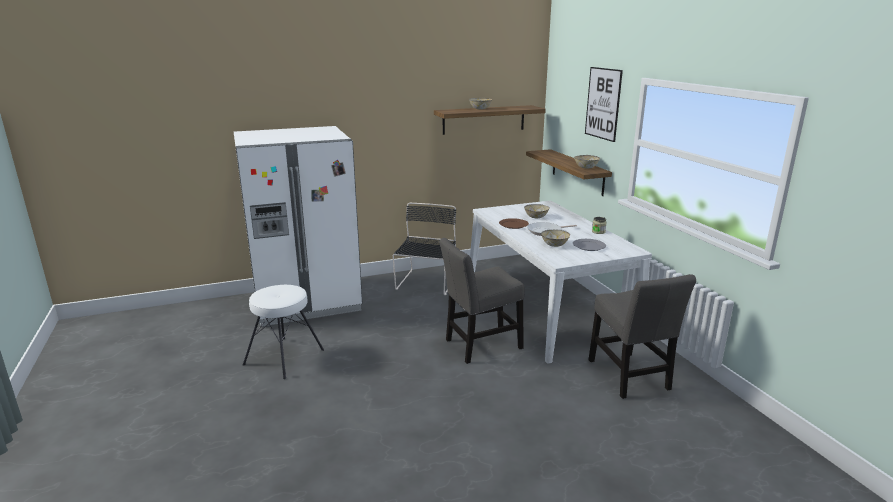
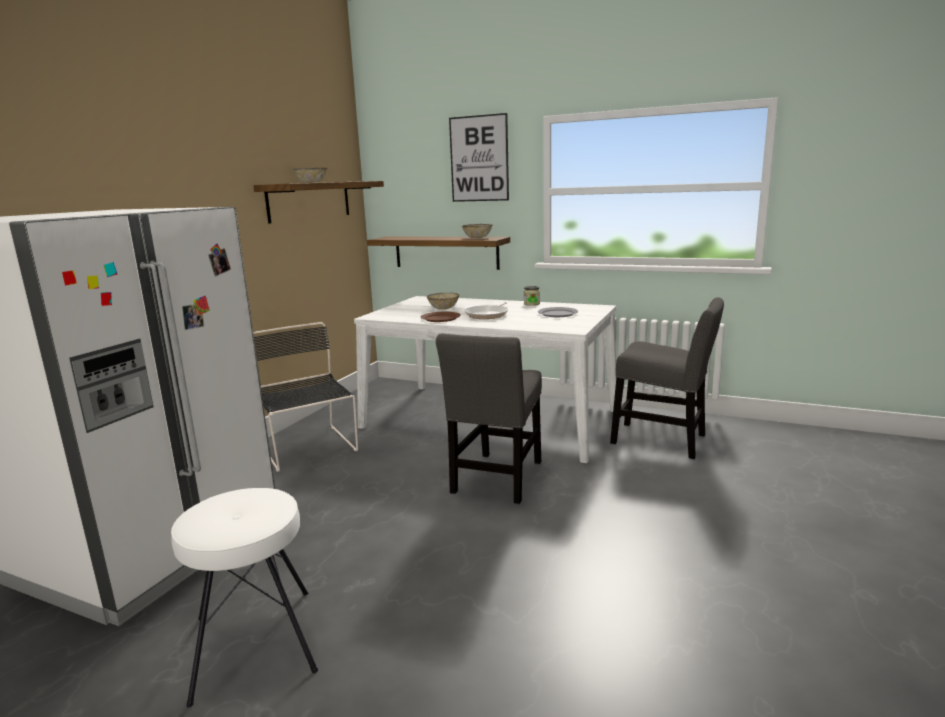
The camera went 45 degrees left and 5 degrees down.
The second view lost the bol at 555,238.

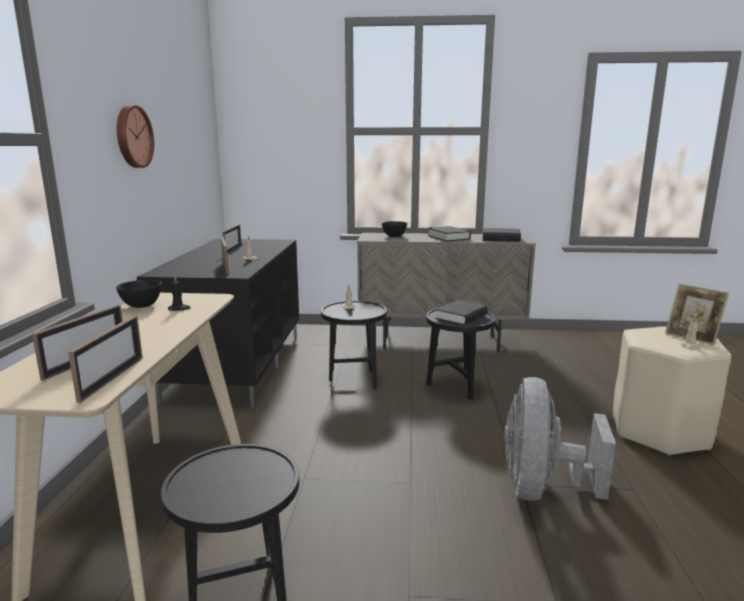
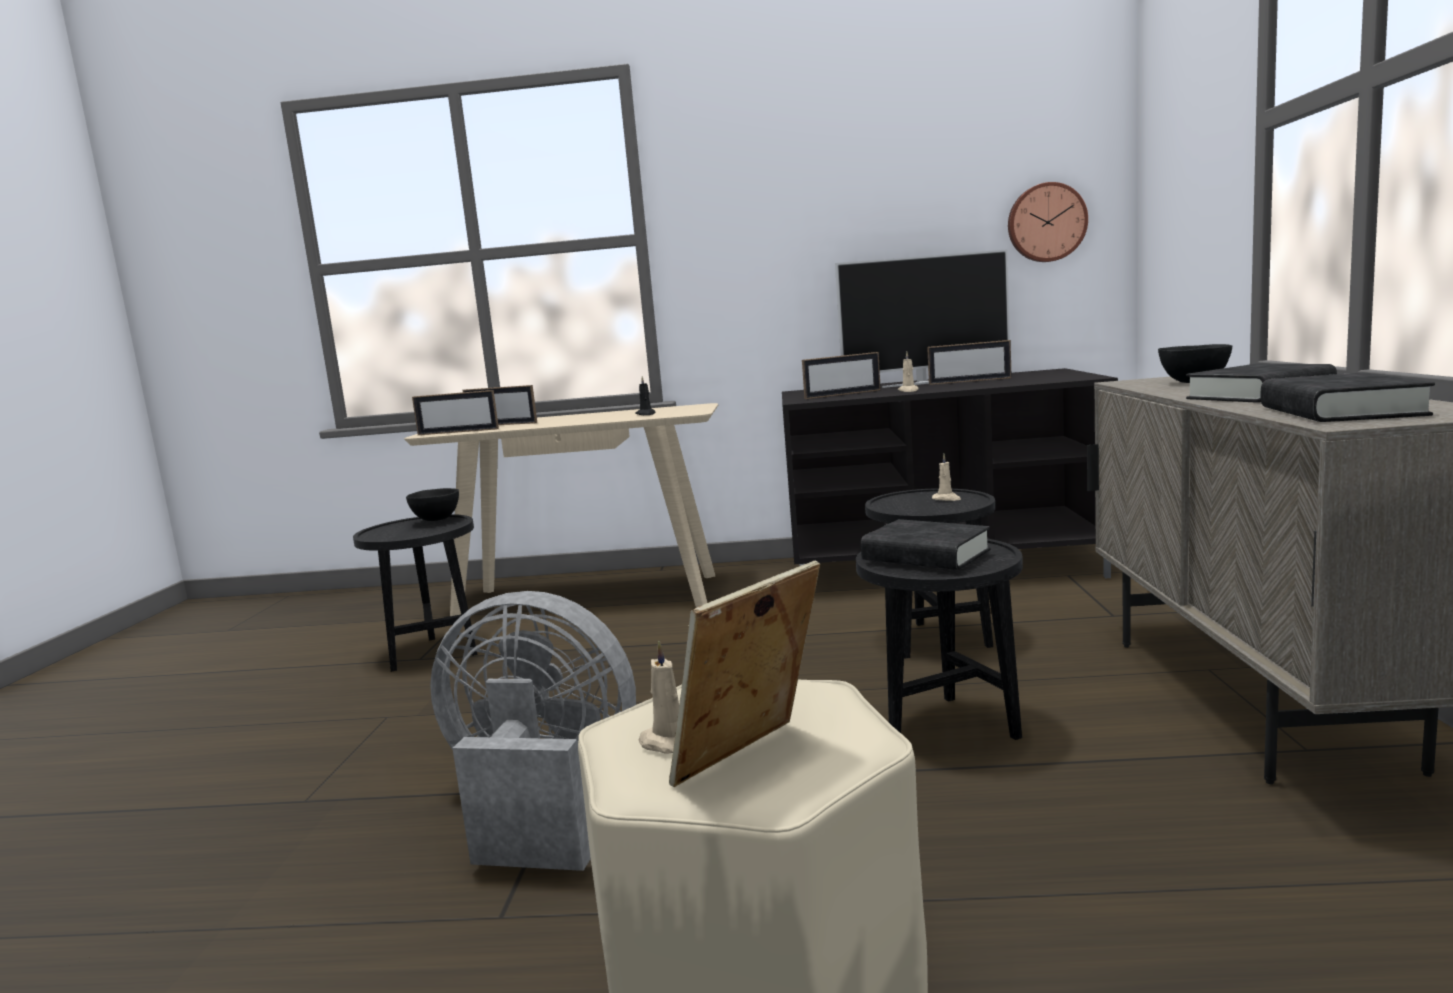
The camera went 90 degrees right and 5 degrees down.
The second view gained the téléviseur at 922,318.
The bol/noir ended up elsewhere, having gone from 139,294 to 432,504.
The horloge murale ended up elsewhere, having gone from 135,136 to 1048,222.

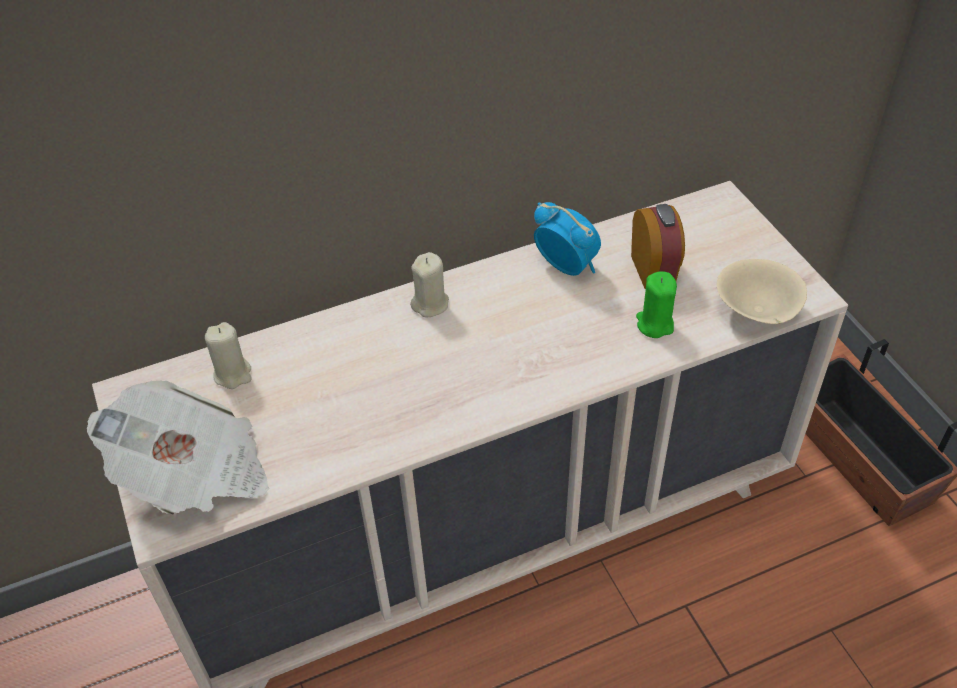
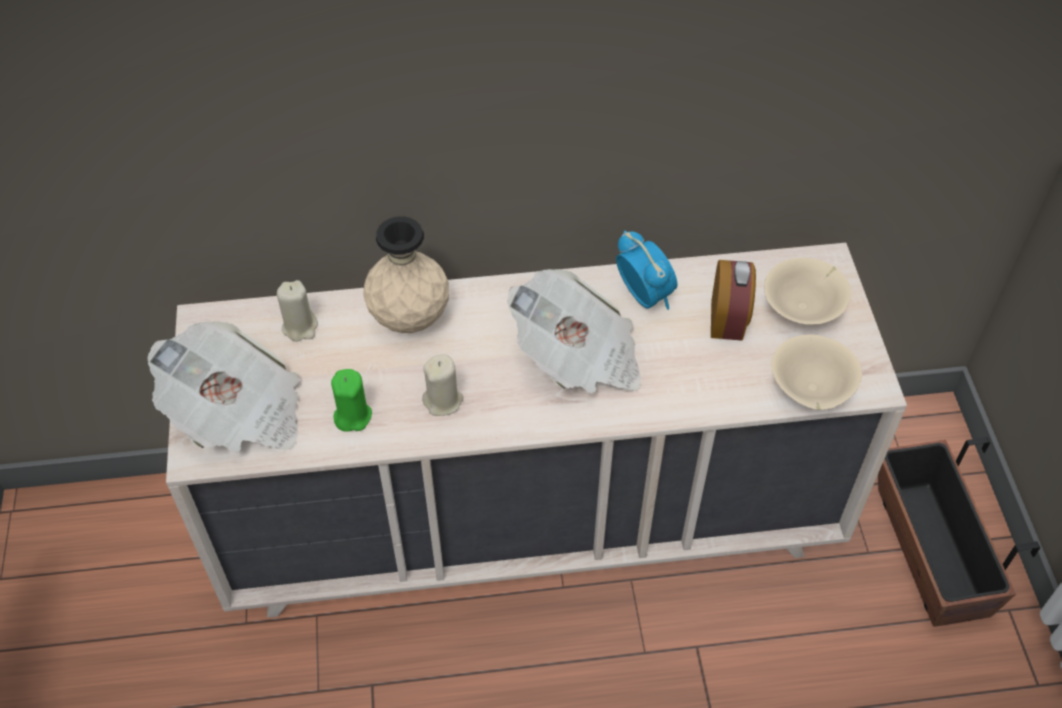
The camera went 15 degrees right and 5 degrees up.
The second view gained the vase/beige at 406,274.
The second view gained the journal at 574,331.
The second view gained the bol/beige at 807,291.
The bougie/beige ended up elsewhere, having gone from 429,285 to 443,385.
The bougie/vert ended up elsewhere, having gone from 656,304 to 351,400.

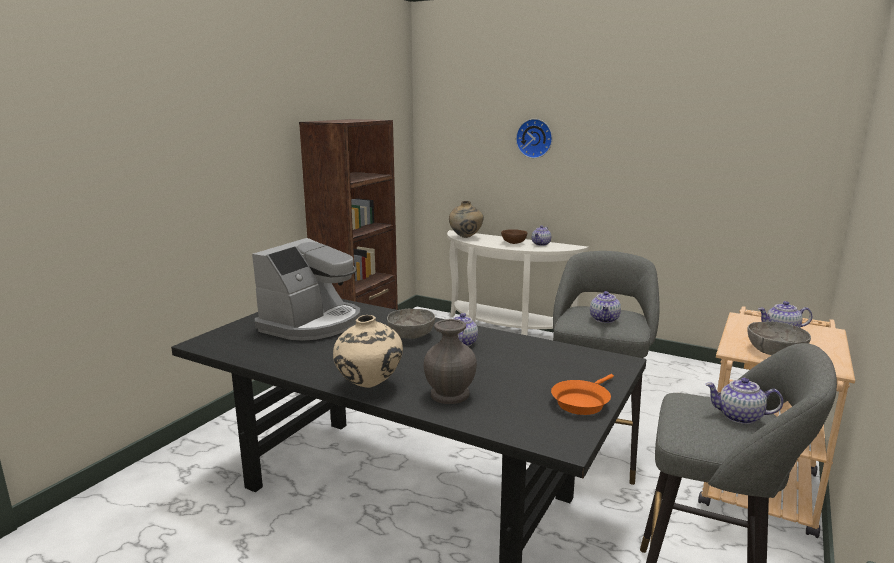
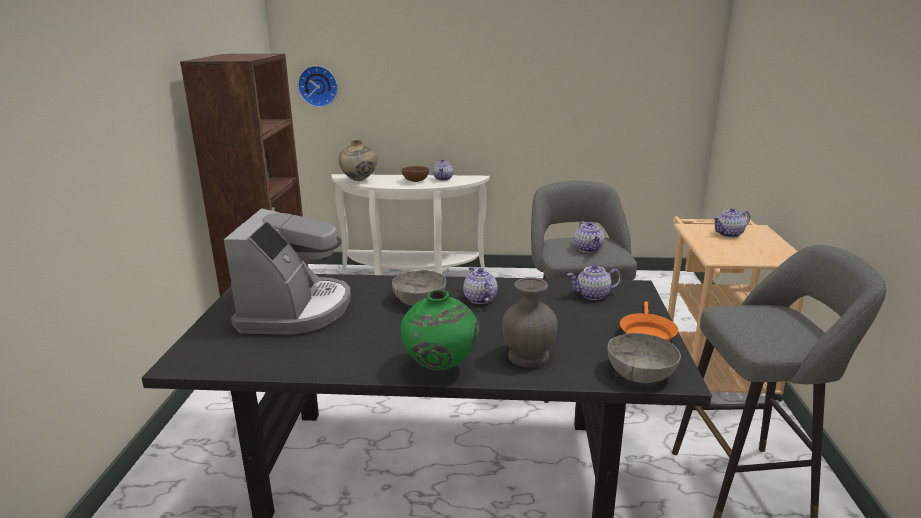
The camera went 25 degrees left and 5 degrees up.
The horloge murale ended up elsewhere, having gone from 534,138 to 318,86.
The théière ended up elsewhere, having gone from 744,401 to 594,282.
The bol/gris ended up elsewhere, having gone from 779,338 to 644,358.
What was the vase/beige at 368,351 turned into the vase/vert at 440,330.

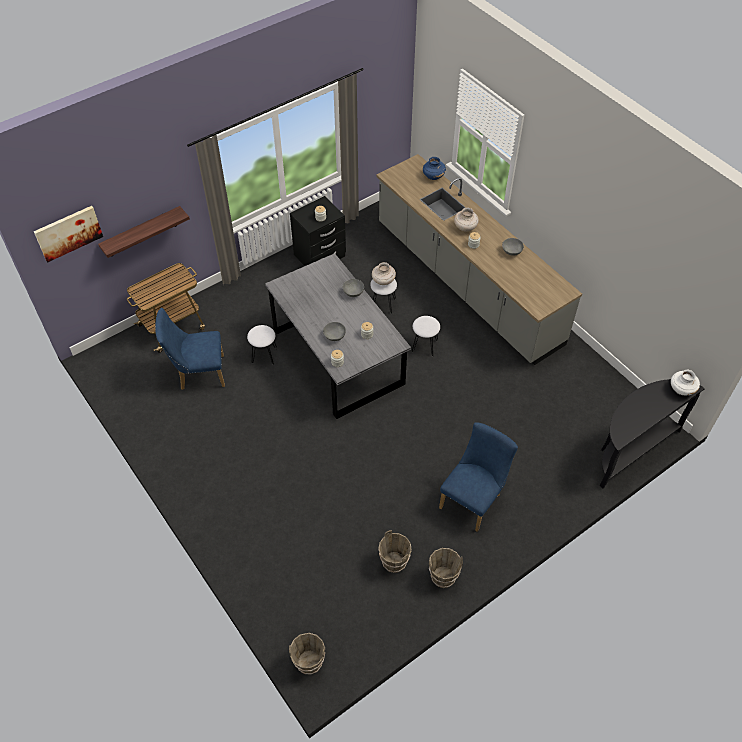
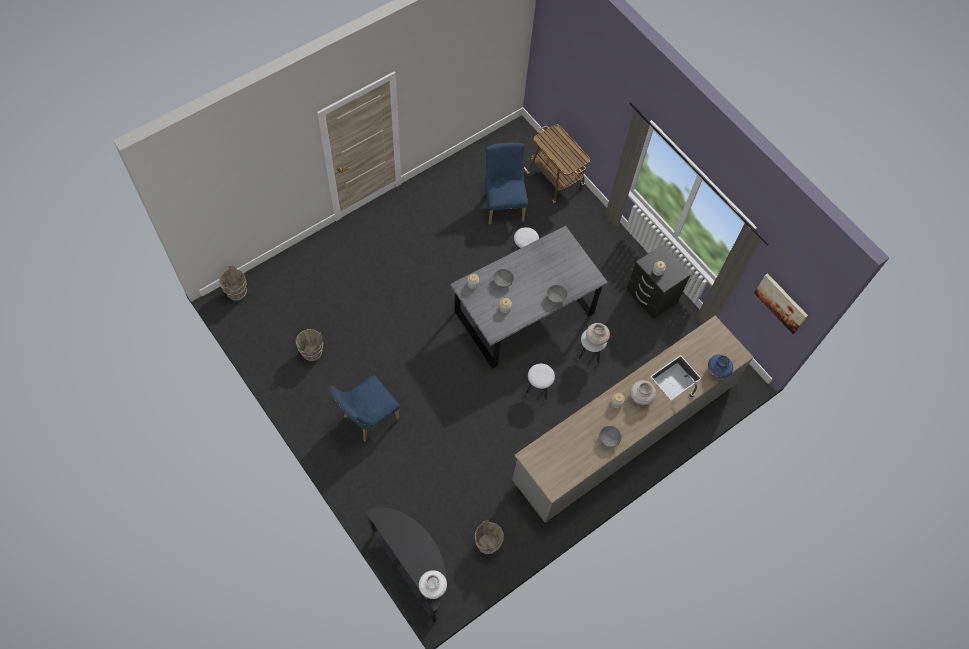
The camera went 85 degrees right and 10 degrees up.
The second view lost the étagère at 144,232.
The tableau ended up elsewhere, having gone from 68,234 to 781,303.
The seau/marron ended up elsewhere, having gone from 446,568 to 489,537.
The chaise/bleu at 478,477 ended up facing another way, 105 degrees clockwise from before.

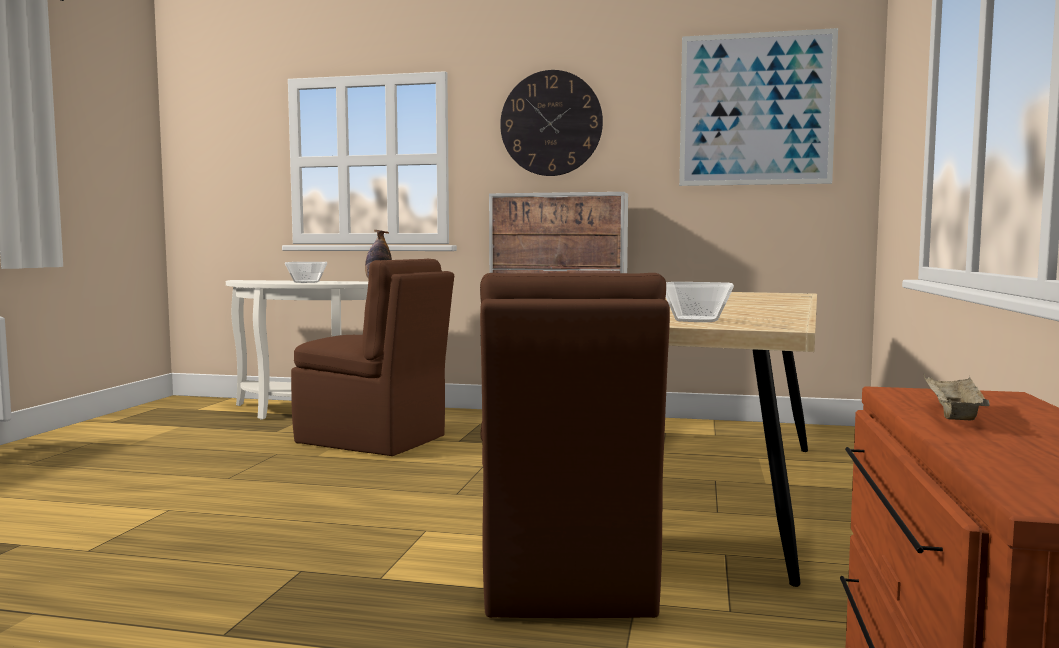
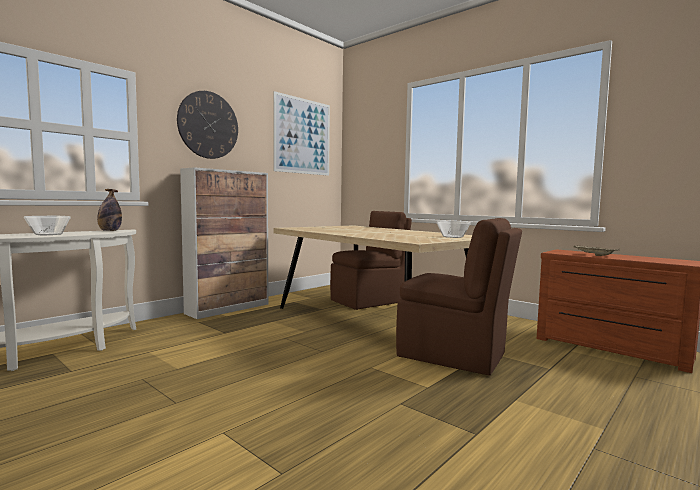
The camera went 60 degrees left and 0 degrees up.
The chaise/marron ended up elsewhere, having gone from 372,357 to 371,260.

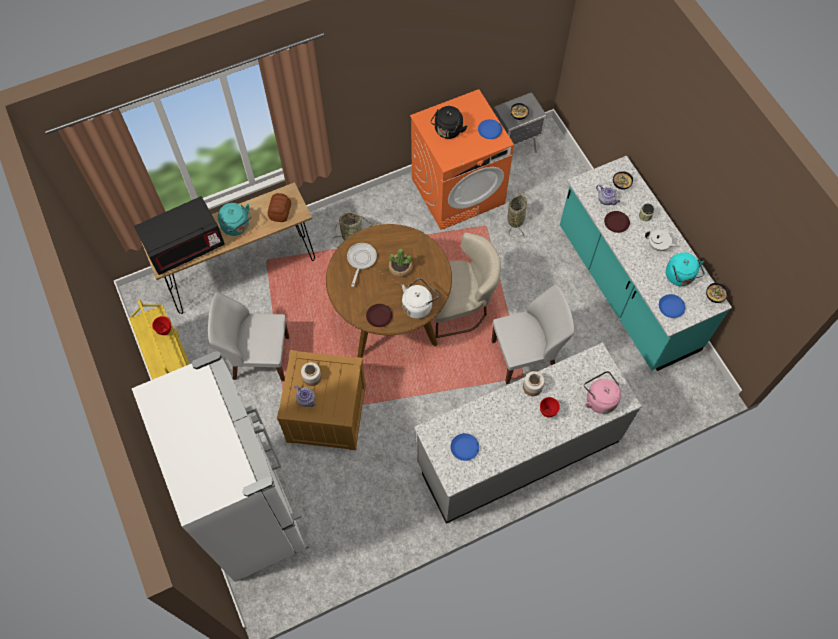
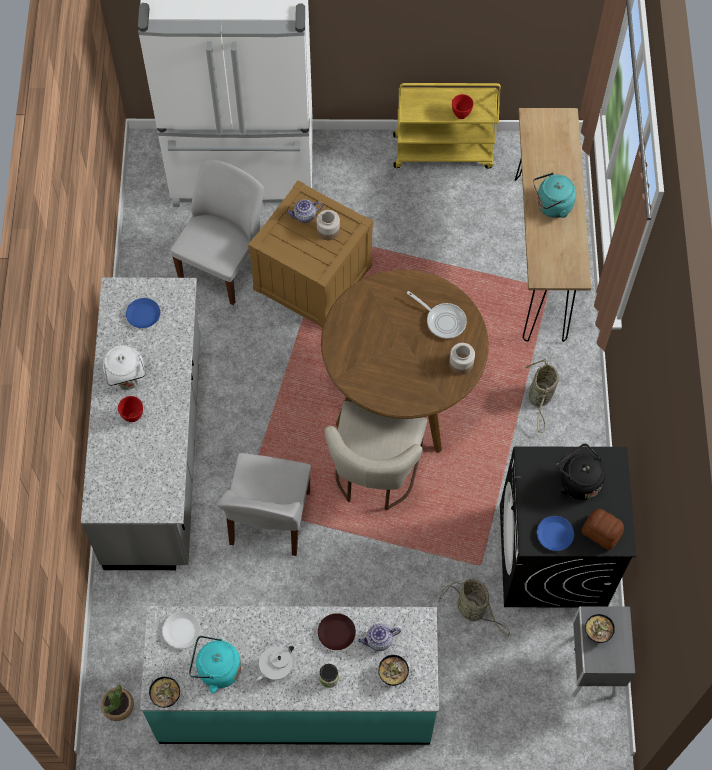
The camera went 115 degrees right and 0 degrees up.
The second view lost the micro-ondes/noir at 179,235.
The second view lost the assiette/marron at 379,315.
The second view lost the bouilloire/rose at 602,392.
The chaise/blanc ended up elsewhere, having gone from 248,336 to 217,232.
The pain ended up elsewhere, having gone from 279,207 to 603,529.
The plante en pot ended up elsewhere, having gone from 401,262 to 117,703.
The bouilloire/blanc ended up elsewhere, having gone from 420,298 to 127,367.
The bocal ended up elsewhere, having gone from 533,383 to 462,359.
What was the lave-linge/orange at 462,159 turned into the lave-linge/noir at 568,527.
What was the assiette/bleu at 672,306 turned into the assiette/blanc at 181,630.

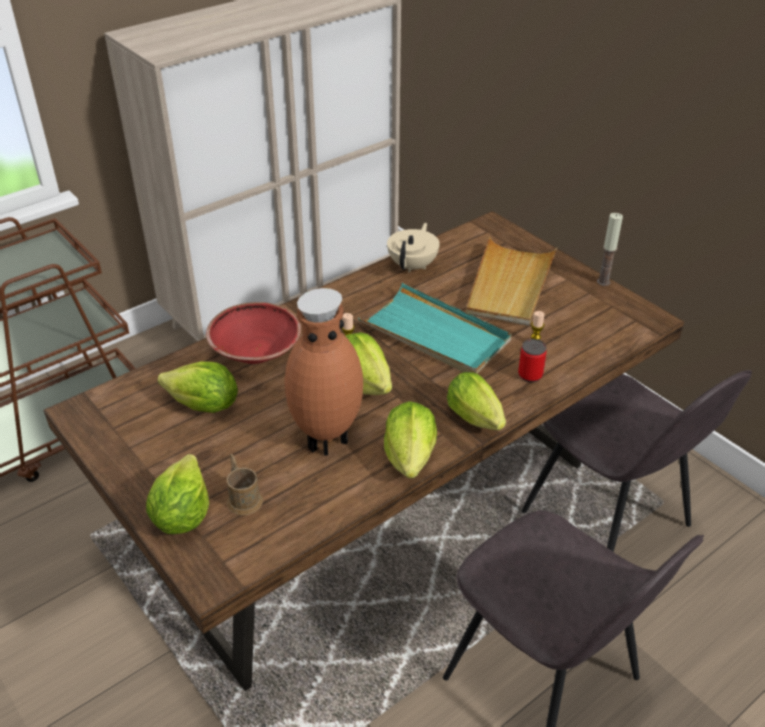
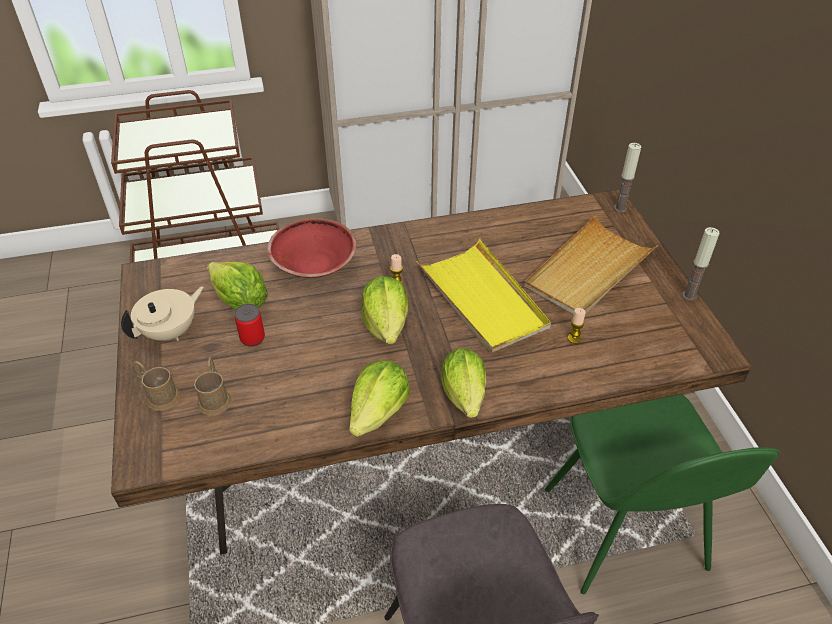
The camera went 25 degrees right and 5 degrees up.
The second view lost the vase/marron at 324,372.
The second view gained the bougie at 627,177.
The théière/beige ended up elsewhere, having gone from 413,248 to 162,313.
The boîte métallique ended up elsewhere, having gone from 532,360 to 250,325.
Where the laitue stood at 177,494, the mug/marron came to stand at 156,386.
What was the plateau/turquoise at 435,328 turned into the plateau/jaune at 483,296.
What was the chaise/gris at 636,461 turned into the chaise/vert at 662,494.

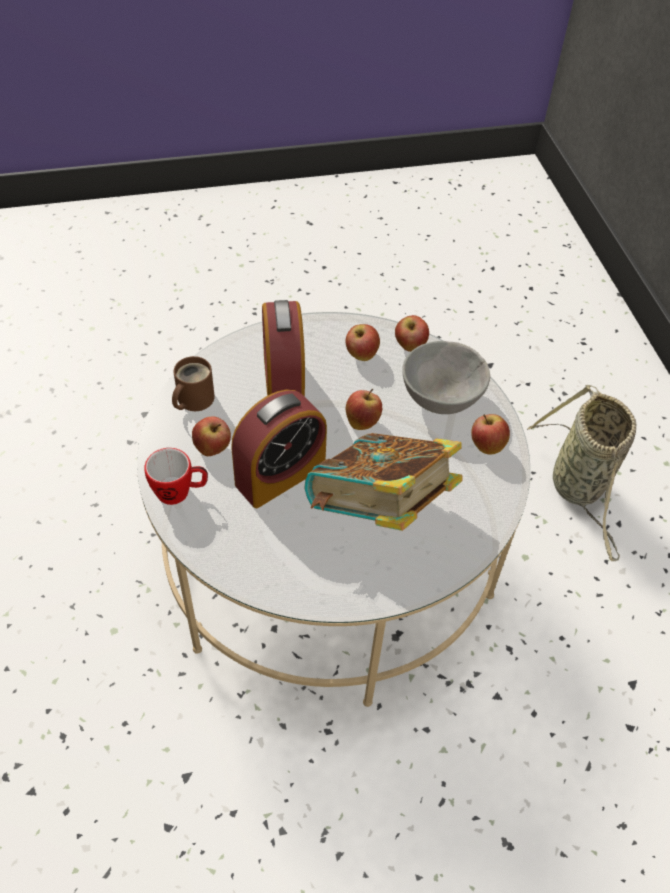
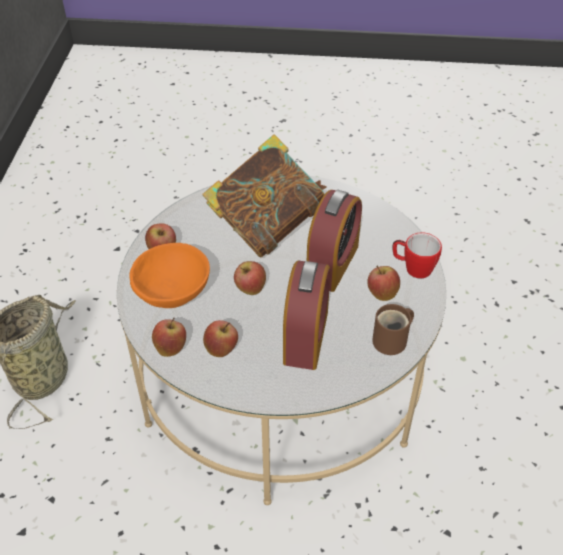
The camera went 160 degrees left and 5 degrees down.
What was the bol/gris at 446,377 turned into the bol/orange at 169,275.
The réveil at 279,449 ended up facing another way, 135 degrees clockwise from before.

